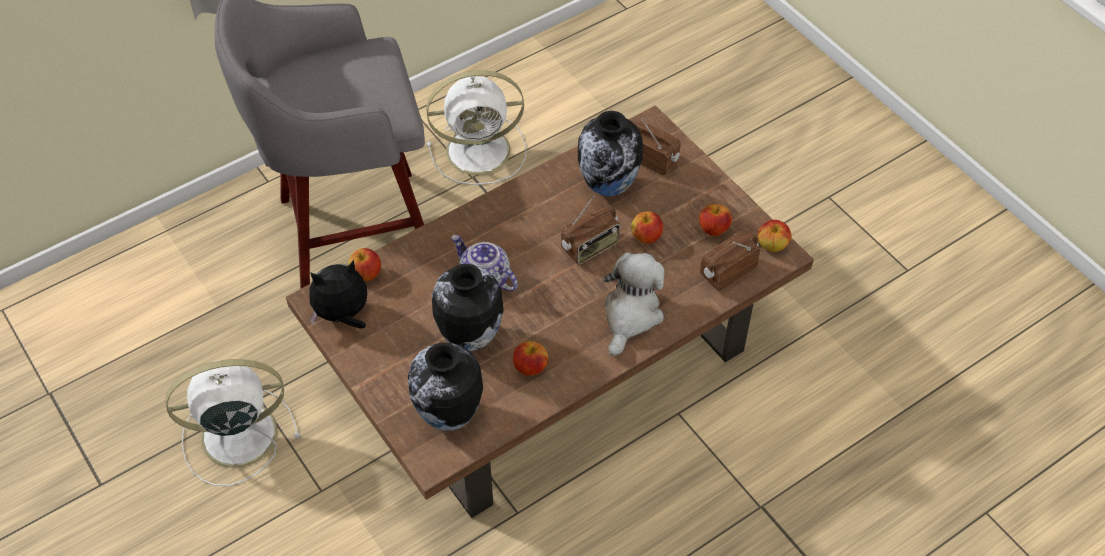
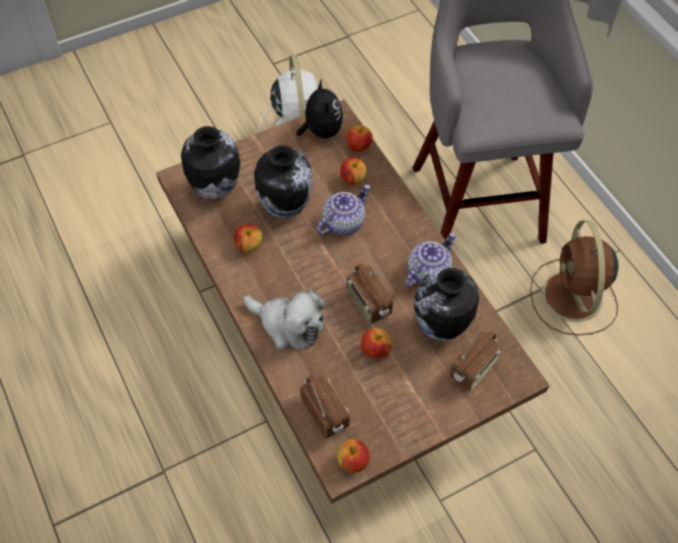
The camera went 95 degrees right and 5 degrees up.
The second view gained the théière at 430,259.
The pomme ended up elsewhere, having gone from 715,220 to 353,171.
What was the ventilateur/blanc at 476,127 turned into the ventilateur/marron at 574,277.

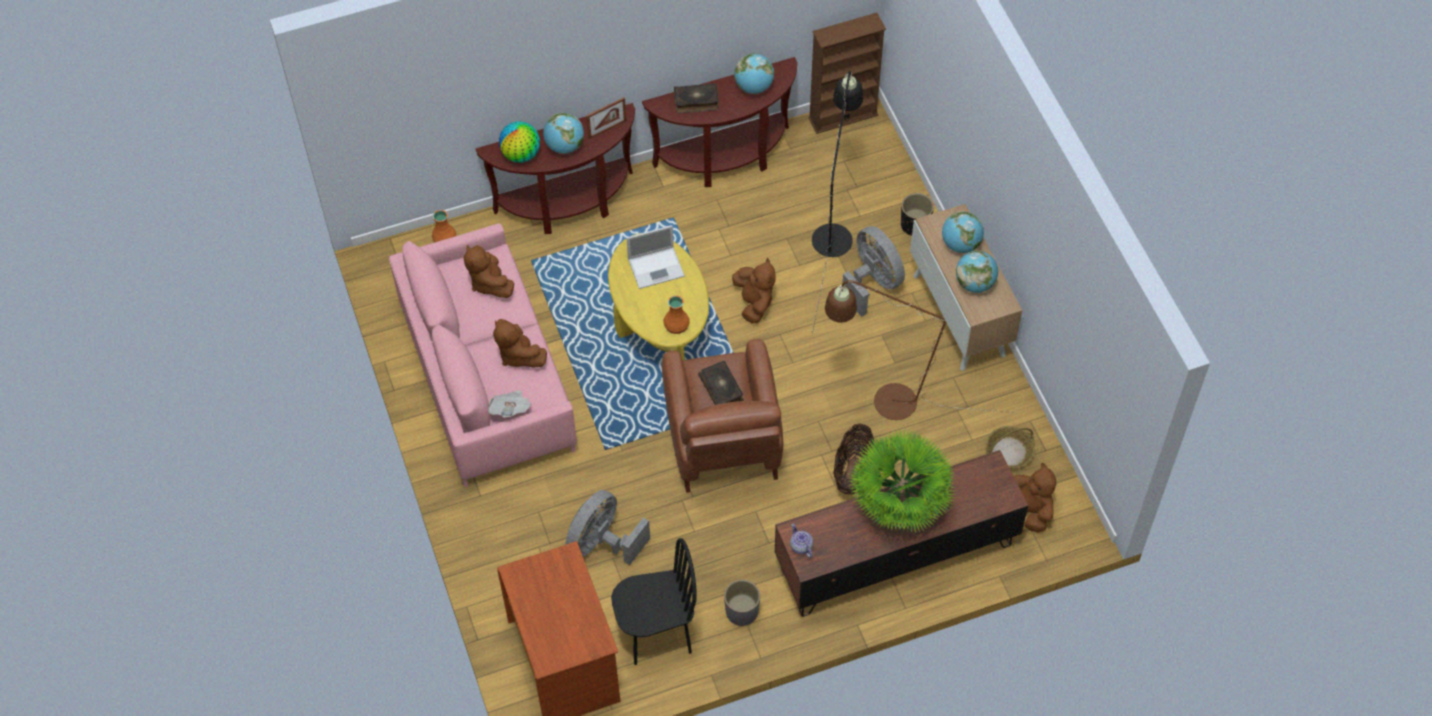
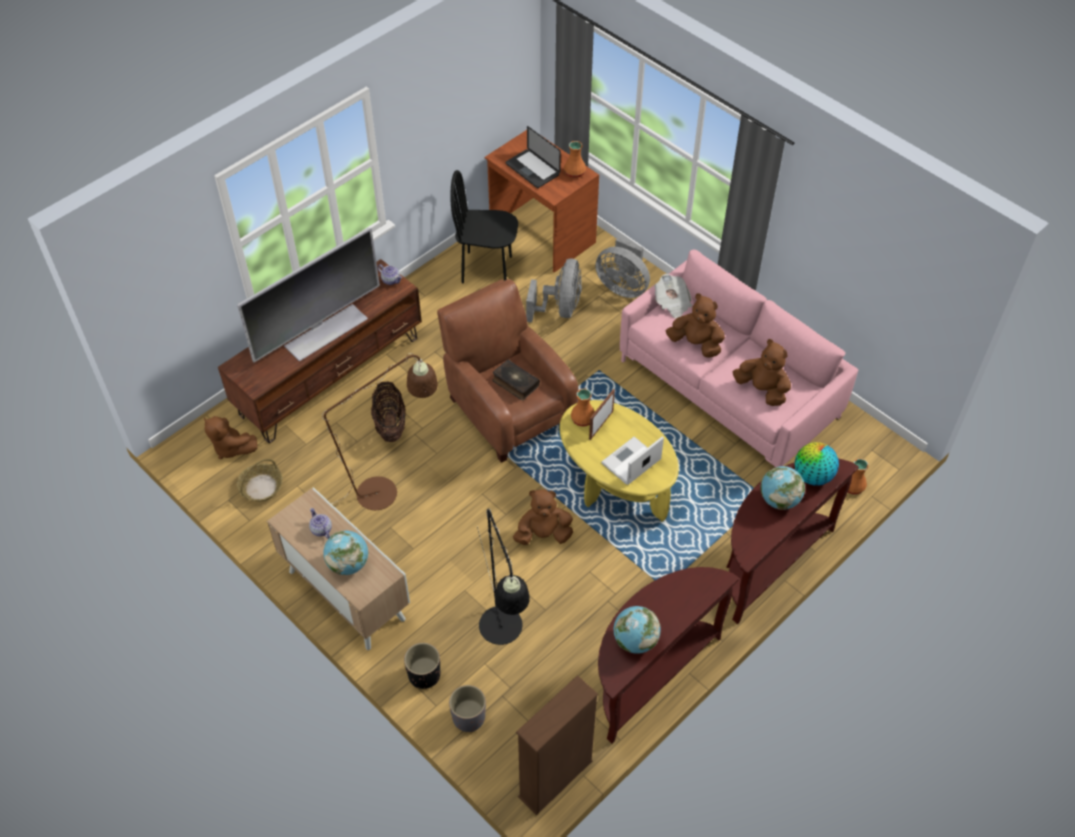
The camera went 155 degrees right and 5 degrees down.
The second view lost the livre at 696,98.
The second view gained the ordinateur portable at 533,157.
The second view gained the vase/orange at 575,159.
The cadre photo ended up elsewhere, having gone from 606,118 to 602,414.
The cache-pot/gris ended up elsewhere, having gone from 742,603 to 467,708.
The ventilateur/gris ended up elsewhere, having gone from 873,271 to 622,267.
Where the plante en pot stood at 901,480, the téléviseur came to stand at 308,295.
Where the globe stood at 977,271, the théière came to stand at 320,523.
The chaise/noir at 654,601 ended up facing another way, 45 degrees clockwise from before.
The peluche/marron at 754,290 ended up facing another way, 120 degrees clockwise from before.

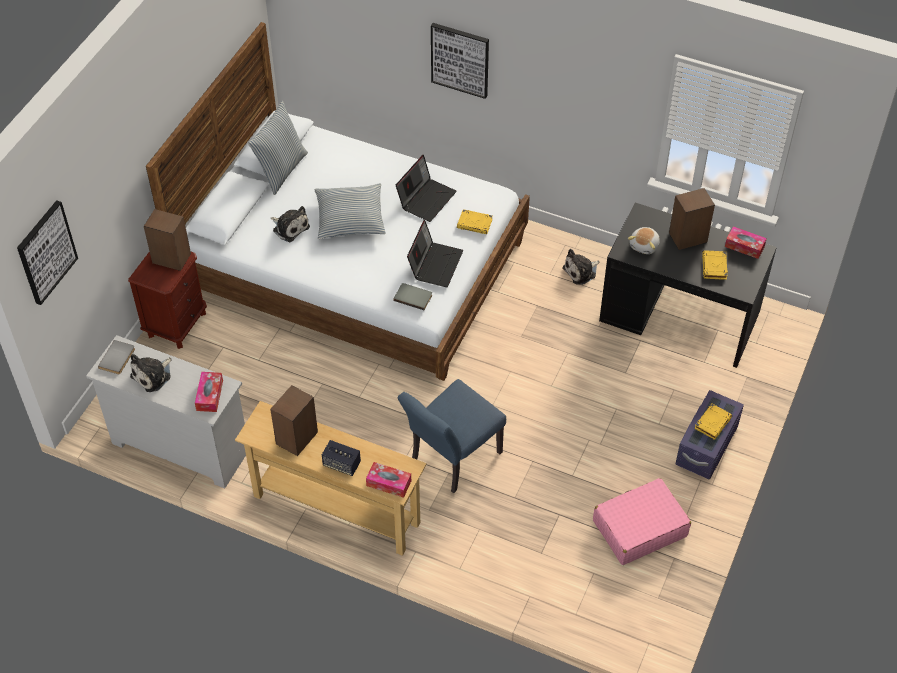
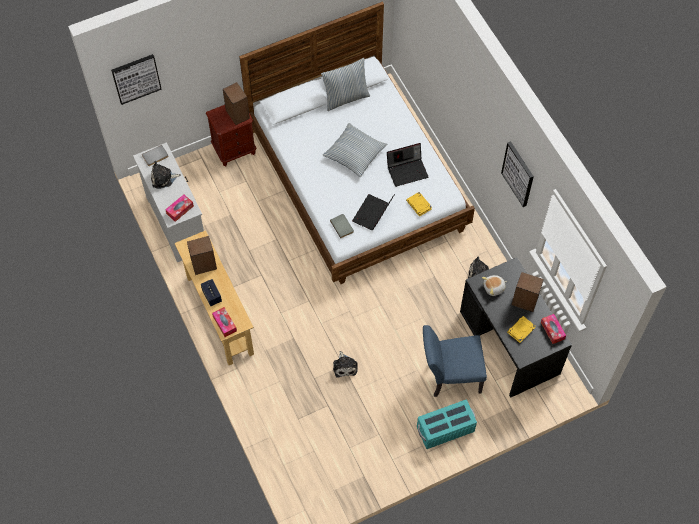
The camera went 40 degrees right and 10 degrees up.
The second view lost the valise/rose at 642,521.
The second view lost the livre/jaune at 713,422.
The peluche ended up elsewhere, having gone from 290,224 to 345,364.
The chaise/bleu ended up elsewhere, having gone from 452,436 to 455,361.
The tableau ended up elsewhere, having gone from 460,61 to 517,174.
What was the boîte de rangement/violet at 709,434 turned into the boîte de rangement/turquoise at 447,424.
The ordinateur portable at 435,253 ended up facing another way, 150 degrees clockwise from before.

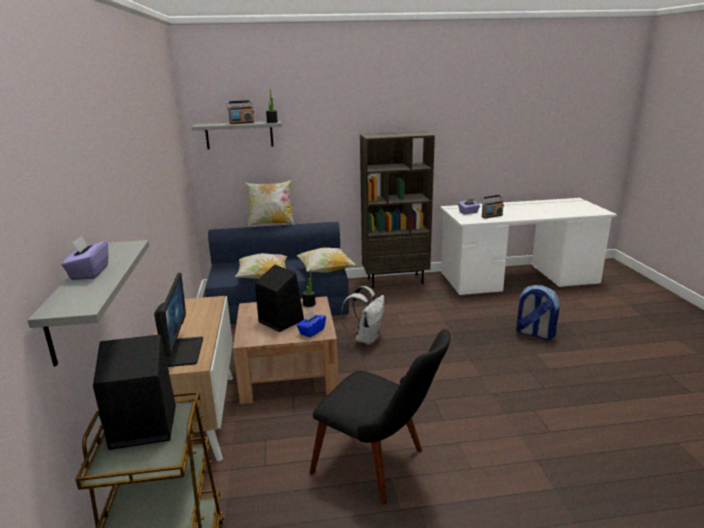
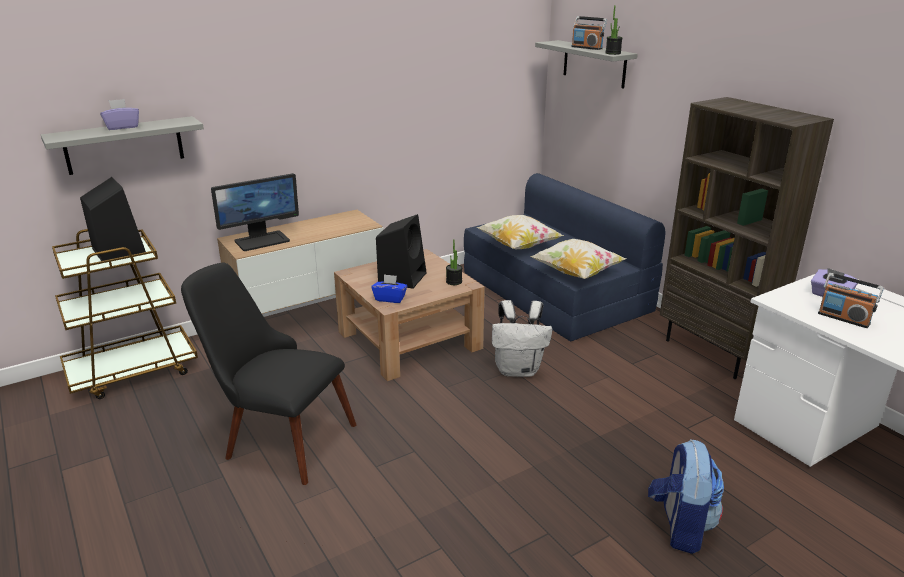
The camera went 65 degrees right and 5 degrees up.
The second view lost the coussin at 269,203.
The chaise/noir at 379,417 ended up facing another way, 105 degrees clockwise from before.

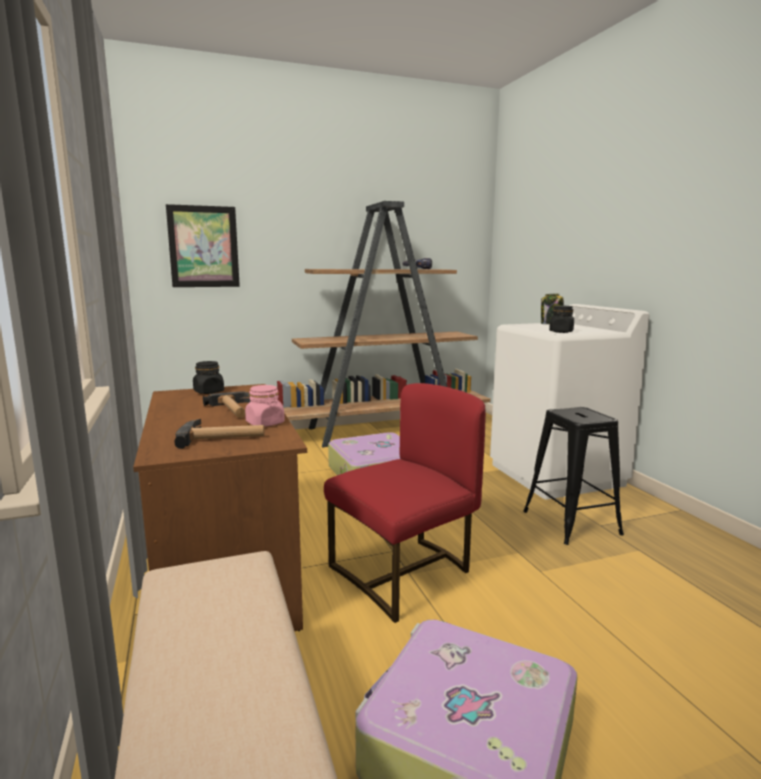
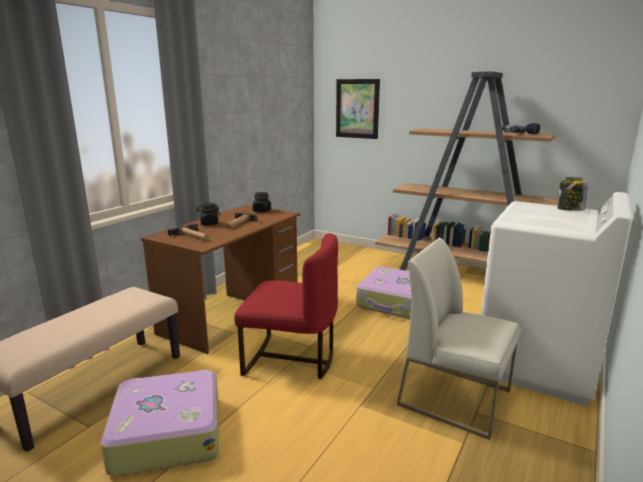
The camera went 50 degrees right and 5 degrees up.
The second view lost the bocal/rose at 265,406.
The bocal/noir ended up elsewhere, having gone from 561,319 to 208,214.
Where the tabouret/noir stood at 573,476, the chaise/blanc came to stand at 459,339.

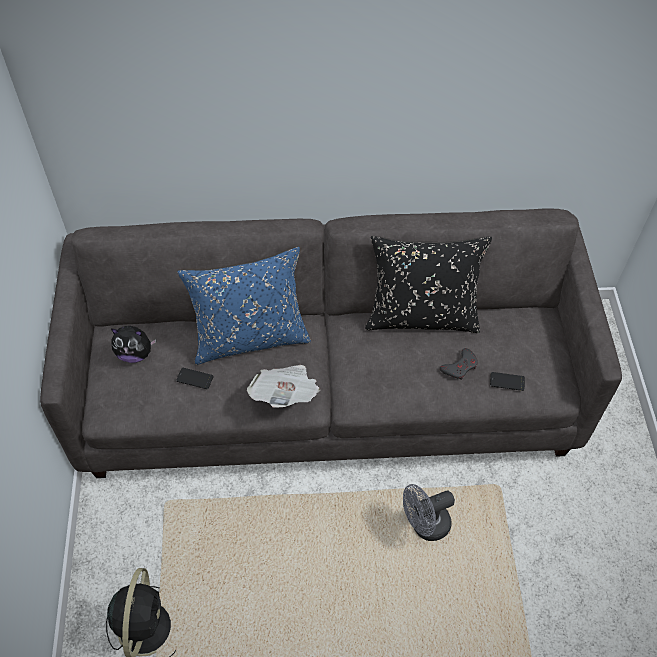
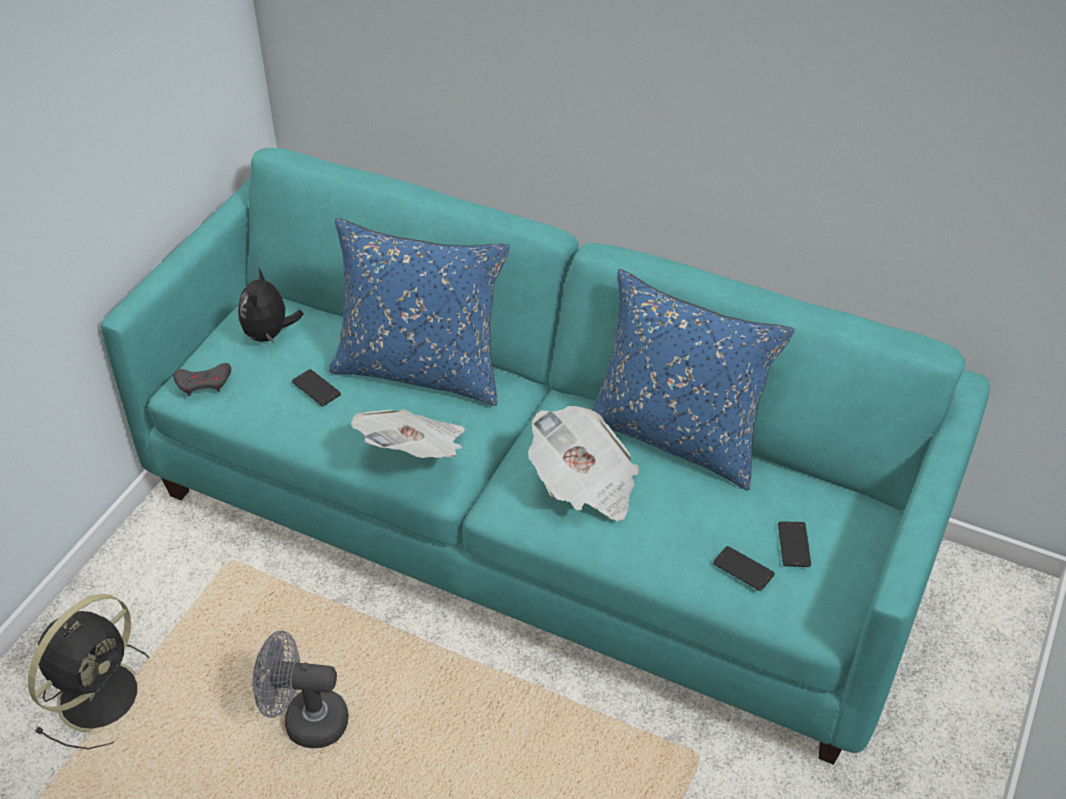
The camera went 30 degrees right and 10 degrees down.
The second view gained the journal at 583,463.
The second view gained the téléphone at 794,544.
The ventilateur/gris ended up elsewhere, having gone from 429,512 to 301,689.
The manette/gris ended up elsewhere, having gone from 459,364 to 202,379.
What was the canapé/gris at 331,343 turned into the canapé/turquoise at 545,456.
What was the coussin/noir at 428,284 turned into the coussin/bleu at 692,379.
The peluche at 133,344 ended up facing another way, 60 degrees clockwise from before.

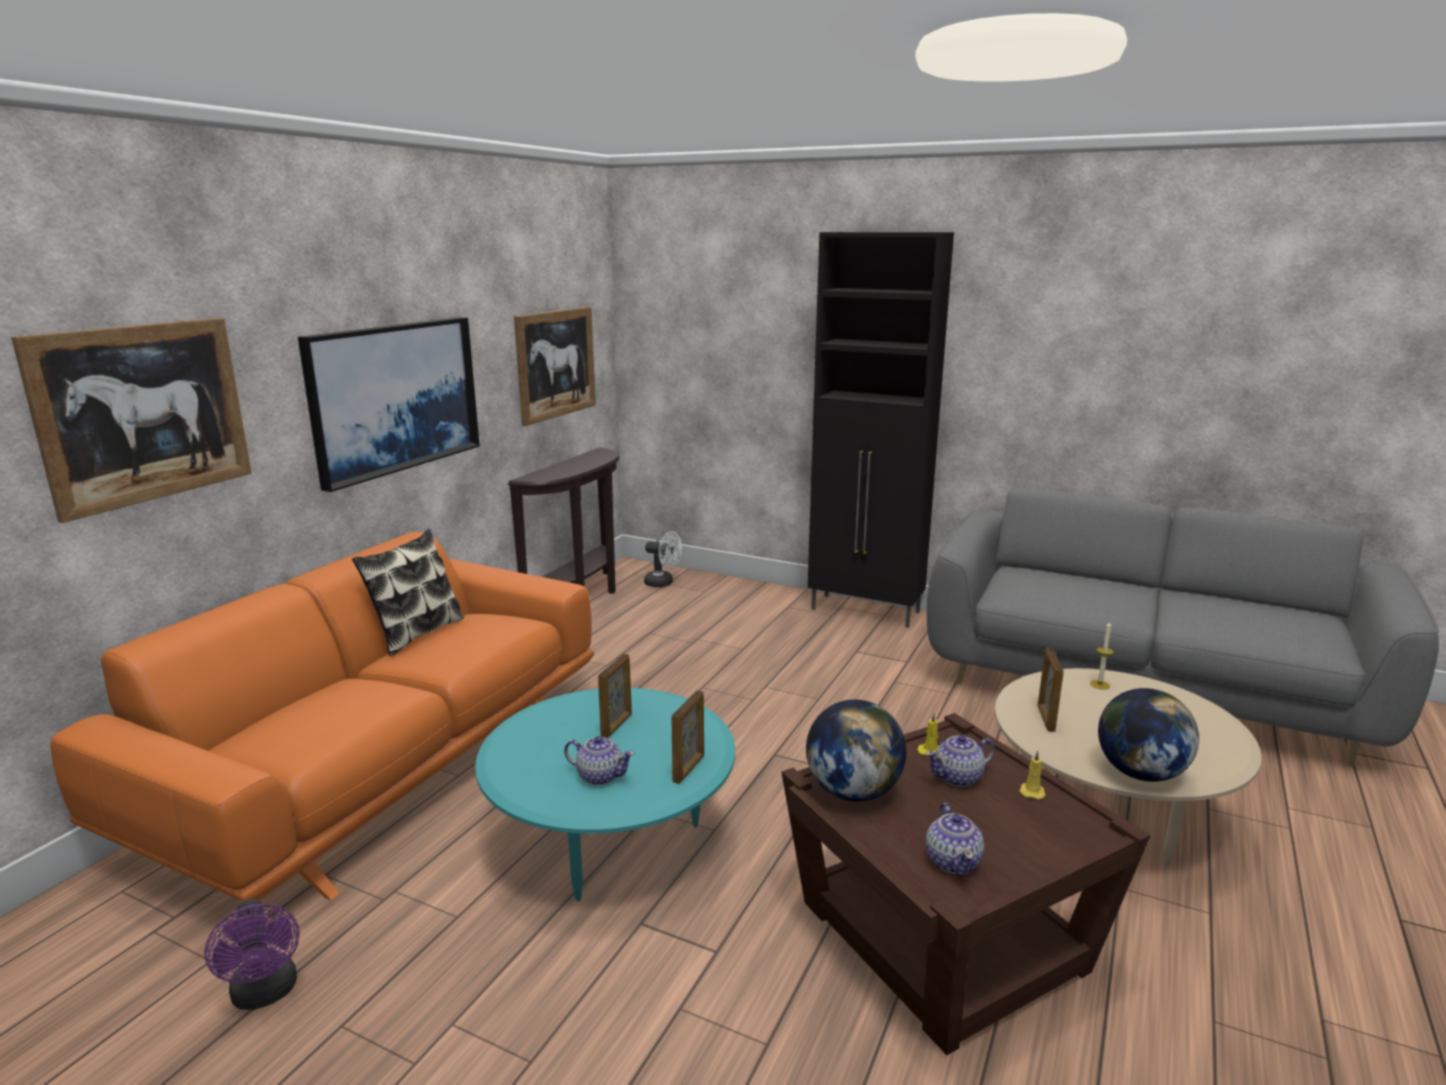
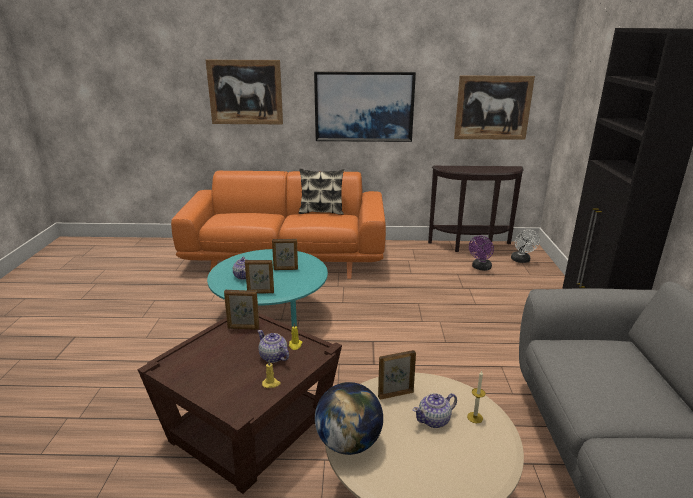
The camera went 65 degrees right and 5 degrees up.
The ventilateur/violet ended up elsewhere, having gone from 252,954 to 481,253.
The théière ended up elsewhere, having gone from 955,839 to 435,410.
Where the globe stood at 856,751, the cadre photo came to stand at 241,310.

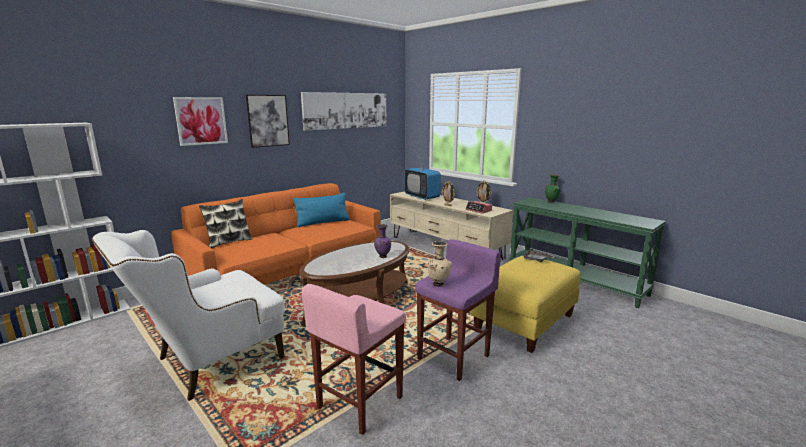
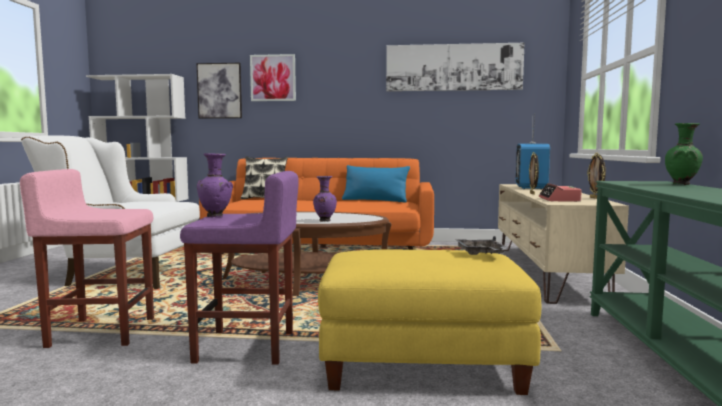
The camera went 50 degrees right and 10 degrees down.
The tableau ended up elsewhere, having gone from 268,121 to 219,91.
What was the vase/beige at 439,264 turned into the vase/violet at 215,185.

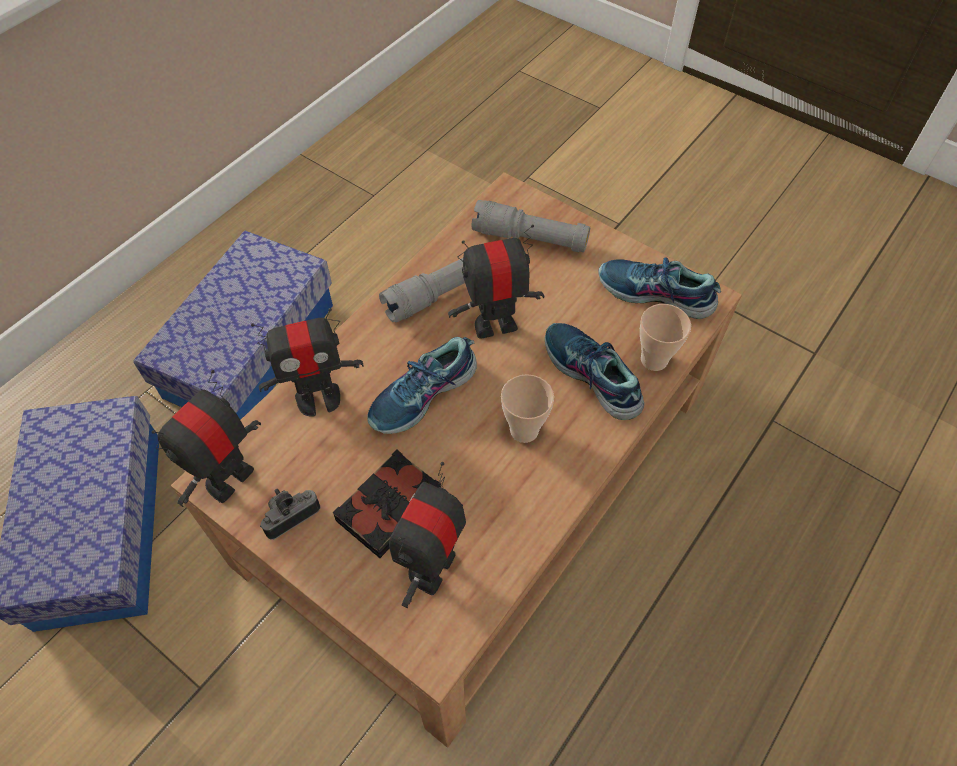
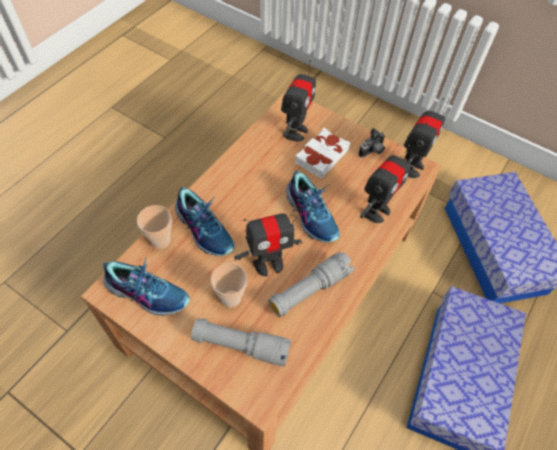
The camera went 175 degrees right and 0 degrees up.
The tasse ended up elsewhere, having gone from 527,408 to 229,285.
What was the livre/noir at 387,504 turned into the livre/blanc at 322,153.
The robot jouet at 307,362 ended up facing another way, 150 degrees clockwise from before.
The chaussure at 422,385 ended up facing another way, 105 degrees clockwise from before.

